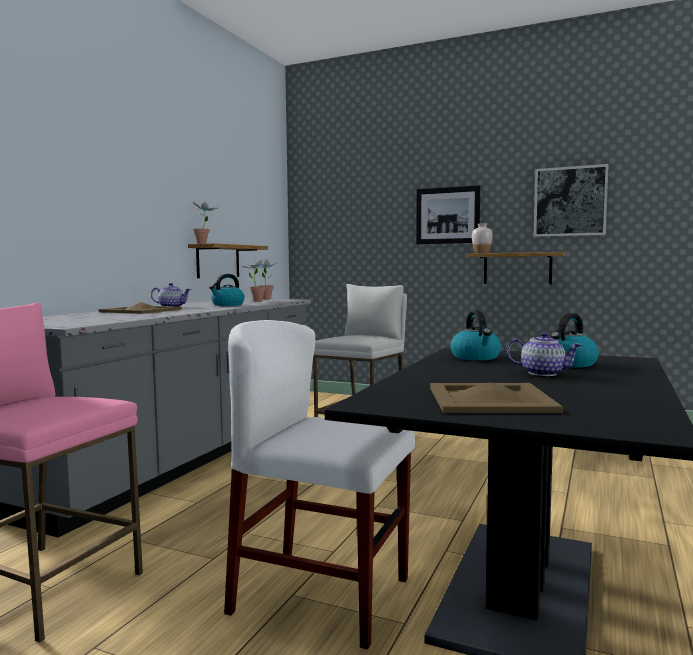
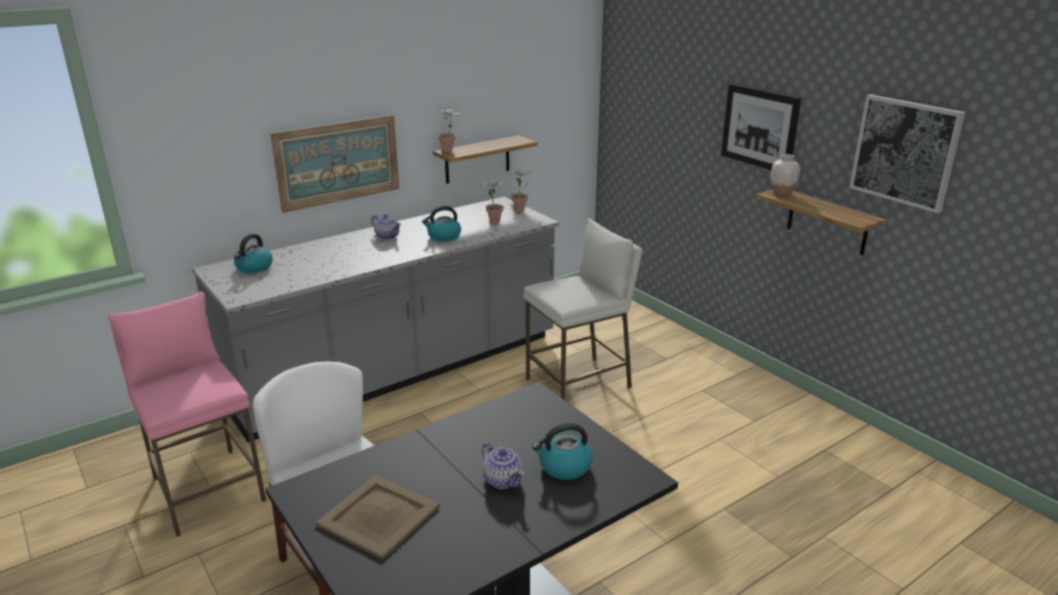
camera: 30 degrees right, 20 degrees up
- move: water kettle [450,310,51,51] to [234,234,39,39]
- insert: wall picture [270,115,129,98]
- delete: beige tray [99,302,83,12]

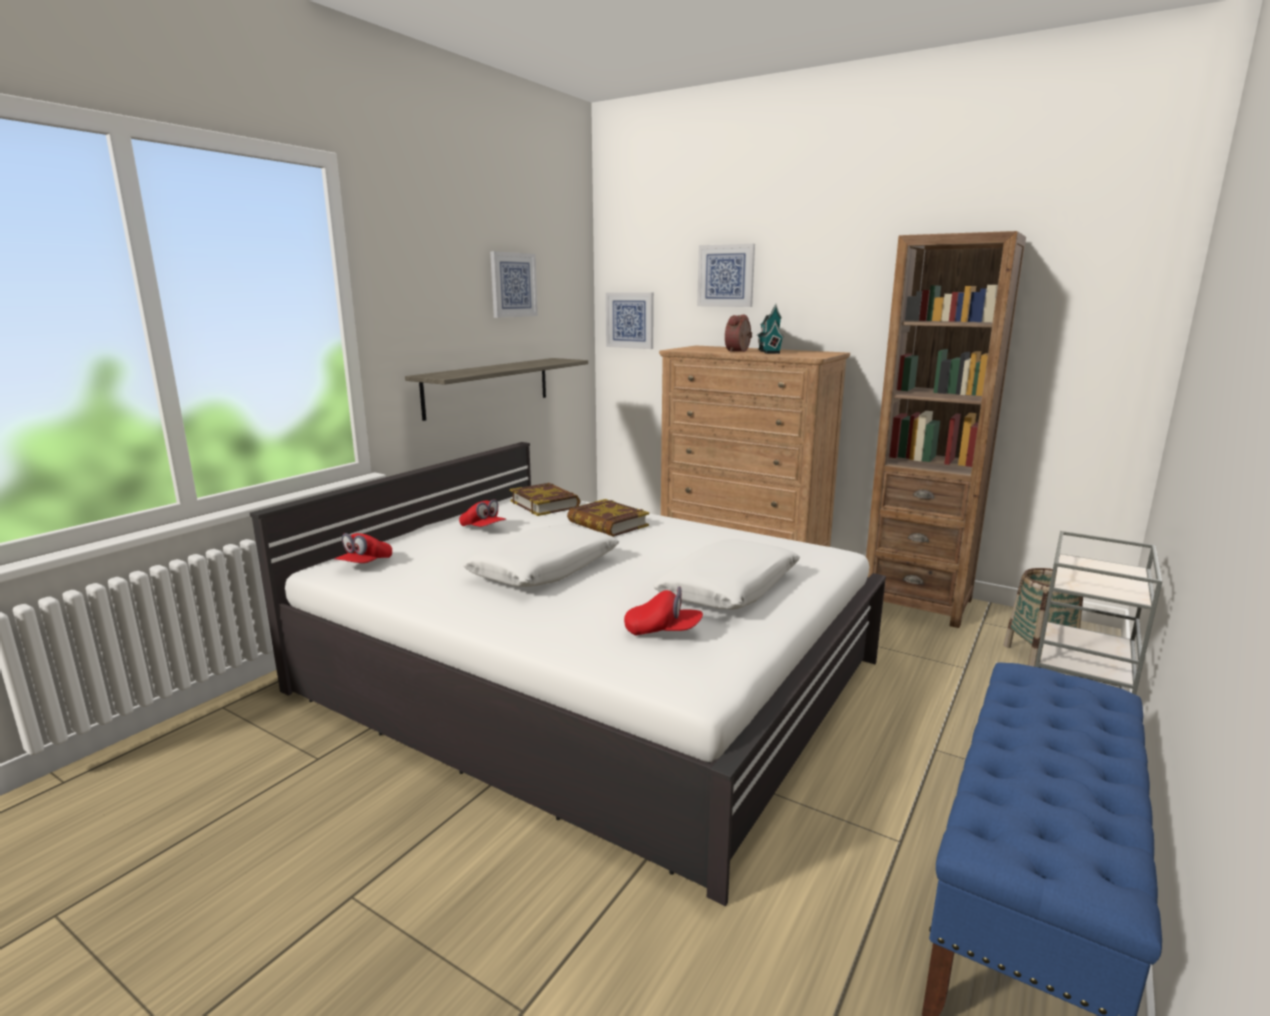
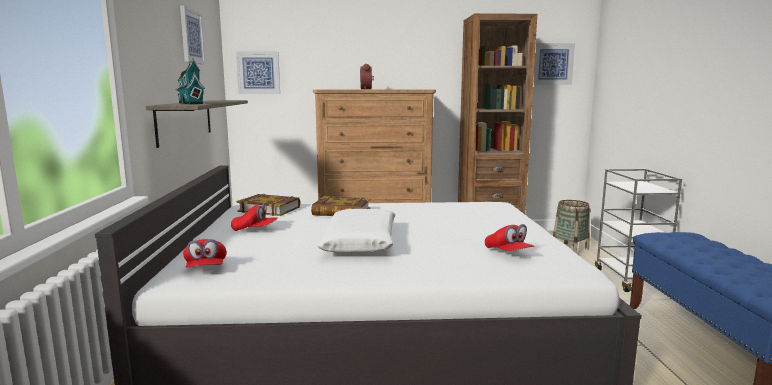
camera: 35 degrees left, 5 degrees down
- move: model house [757,304,27,50] to [175,57,30,47]
- rotate: reddish baseball cap [624,586,79,49] = [485,224,50,27] 90 degrees clockwise
- move: wall picture [697,244,58,63] to [533,43,42,42]
- delete: white throw pillow [653,539,147,70]

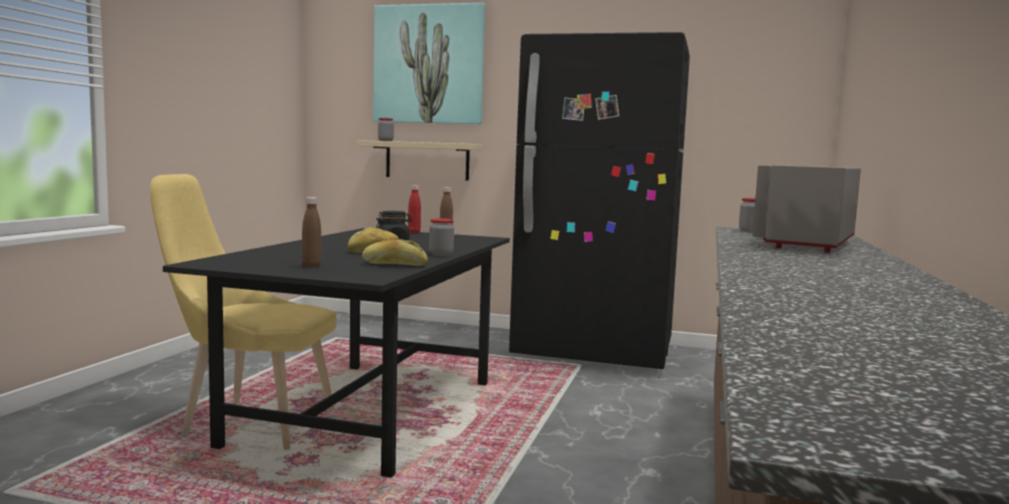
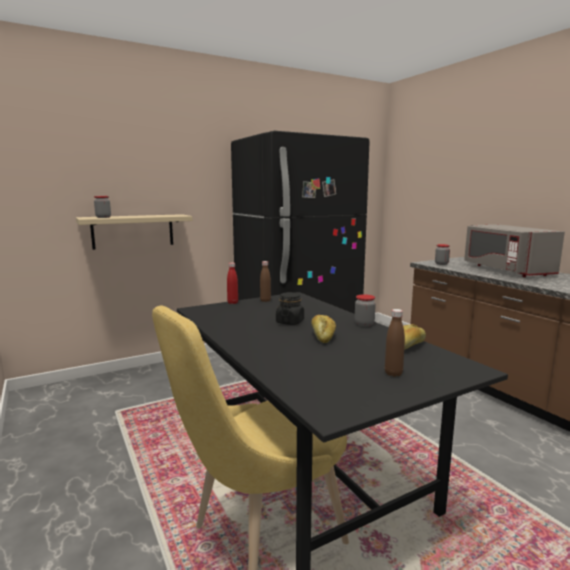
camera: 45 degrees left, 5 degrees up
- delete: wall picture [373,3,112,121]

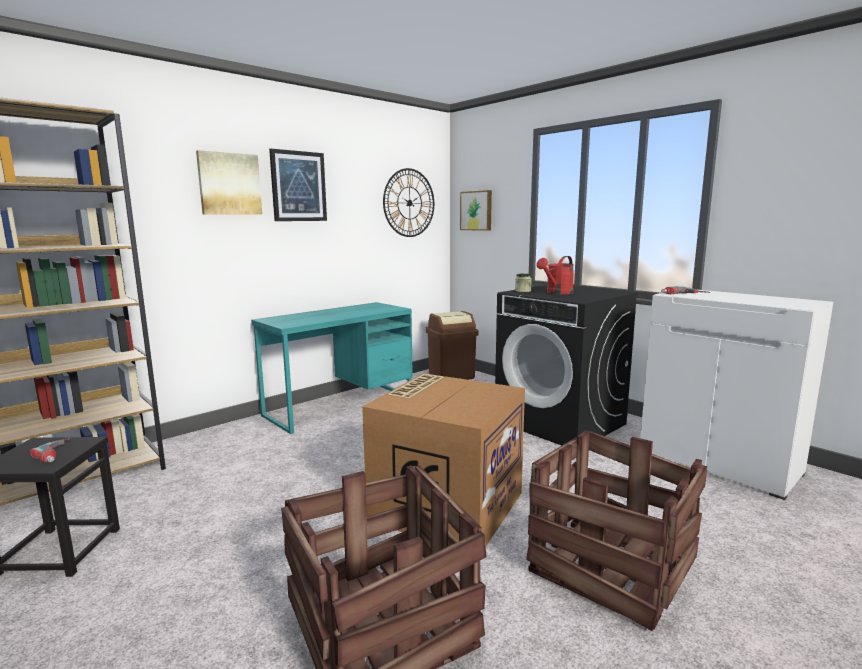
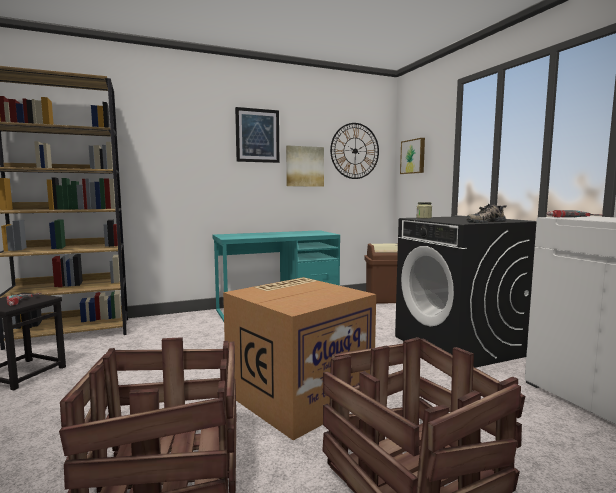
camera: 20 degrees right, 5 degrees down
- move: wall picture [196,150,66,65] to [286,145,38,42]
- insert: low shoe [466,204,41,19]
- delete: reddish sprinkling can [536,256,38,38]

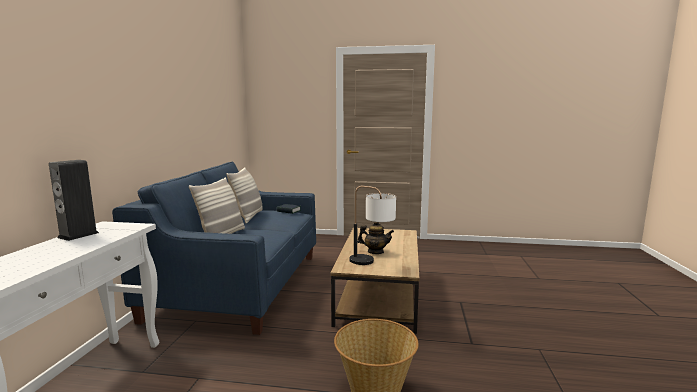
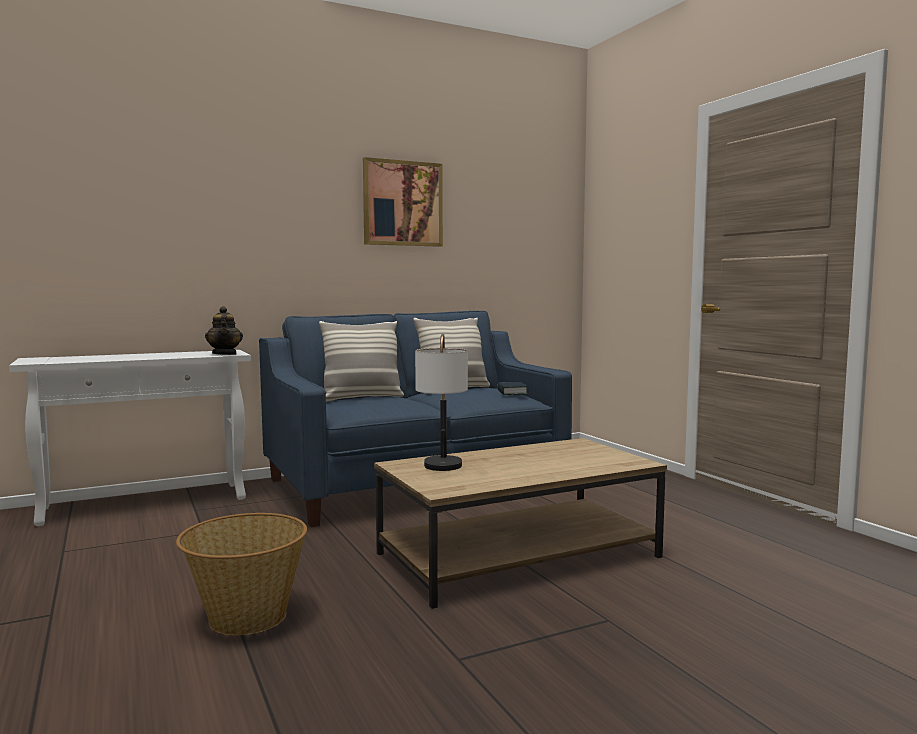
camera: 55 degrees right, 5 degrees down
- move: pot for tea [358,222,36,32] to [205,306,38,49]
- insert: wall picture [363,157,80,90]
- delete: loudspeaker [49,160,50,81]

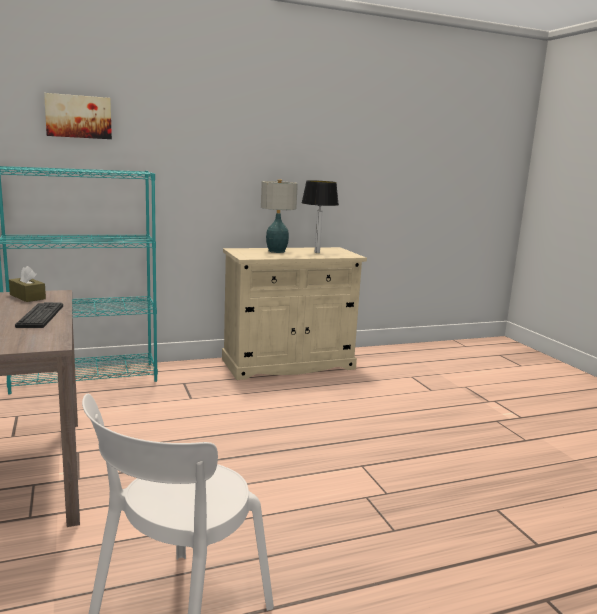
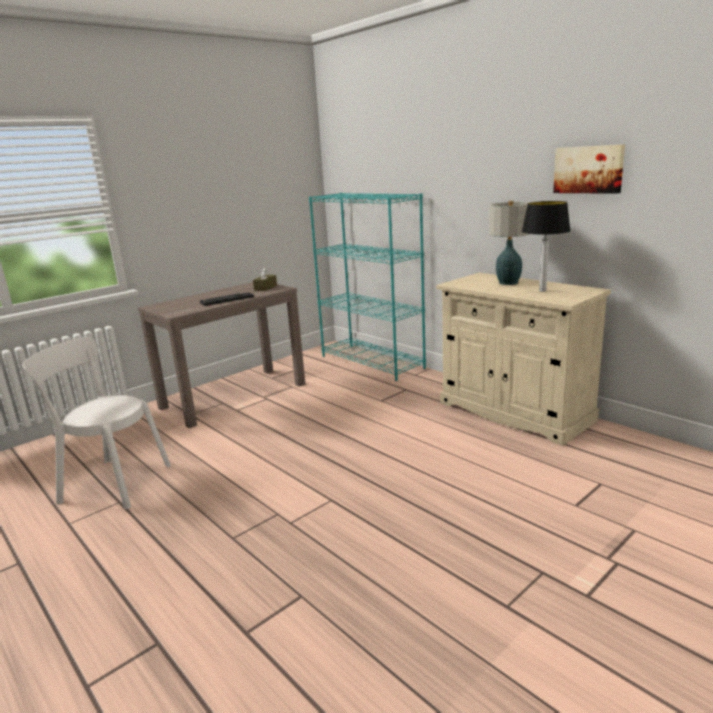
camera: 70 degrees right, 5 degrees up
- move: wall picture [44,93,68,46] to [553,144,72,50]

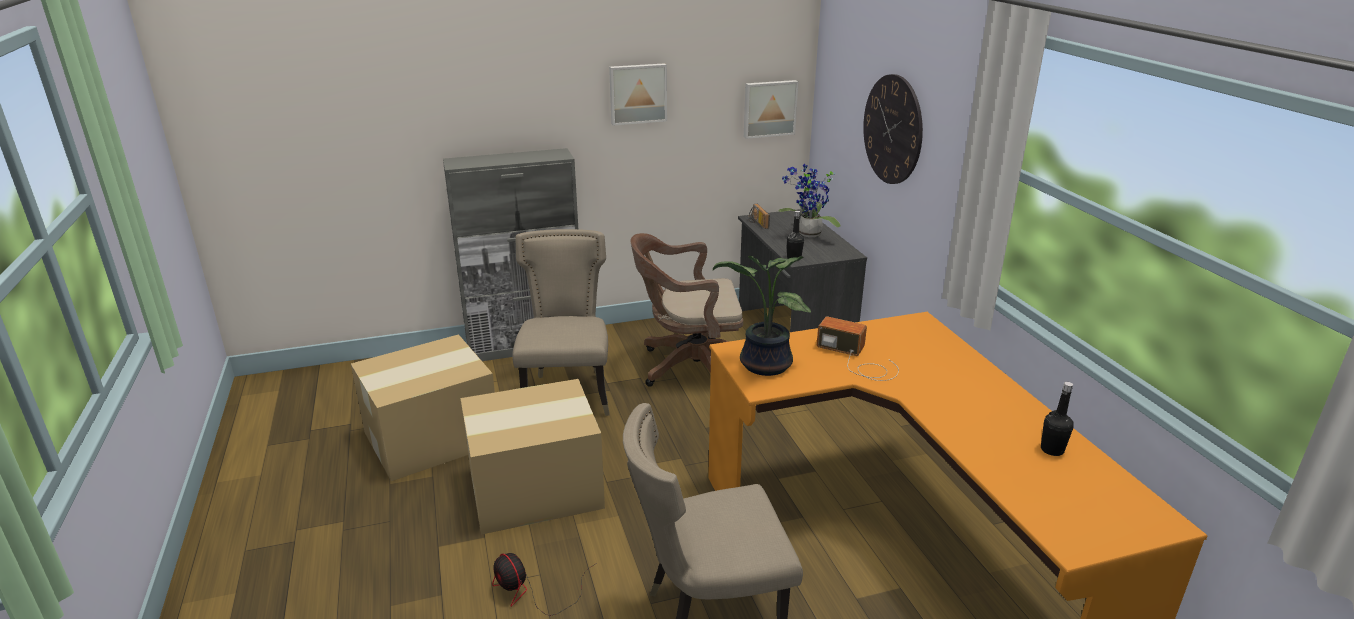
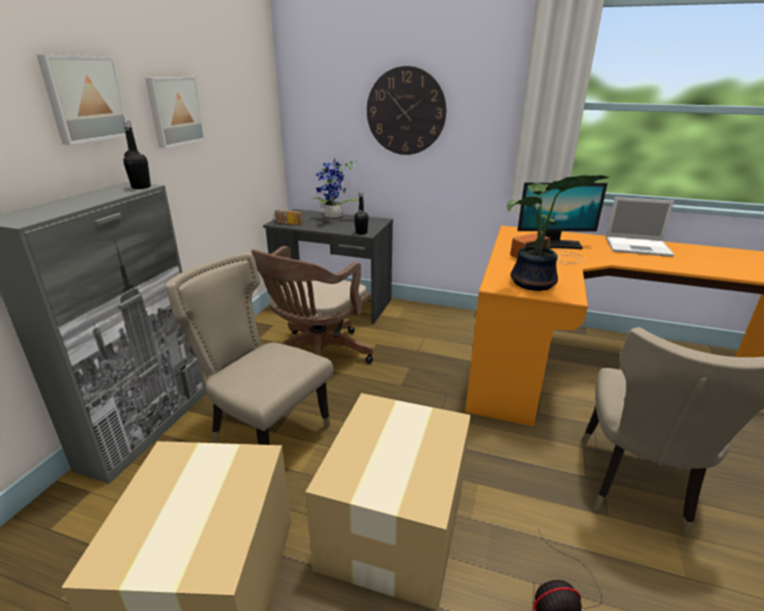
camera: 55 degrees left, 0 degrees up
- move: wall picture [744,80,55,59] to [37,55,91,90]
- move: blackish bottle [1041,382,33,74] to [123,121,28,68]
- insert: monitor [517,183,91,67]
- insert: laptop [606,197,68,60]

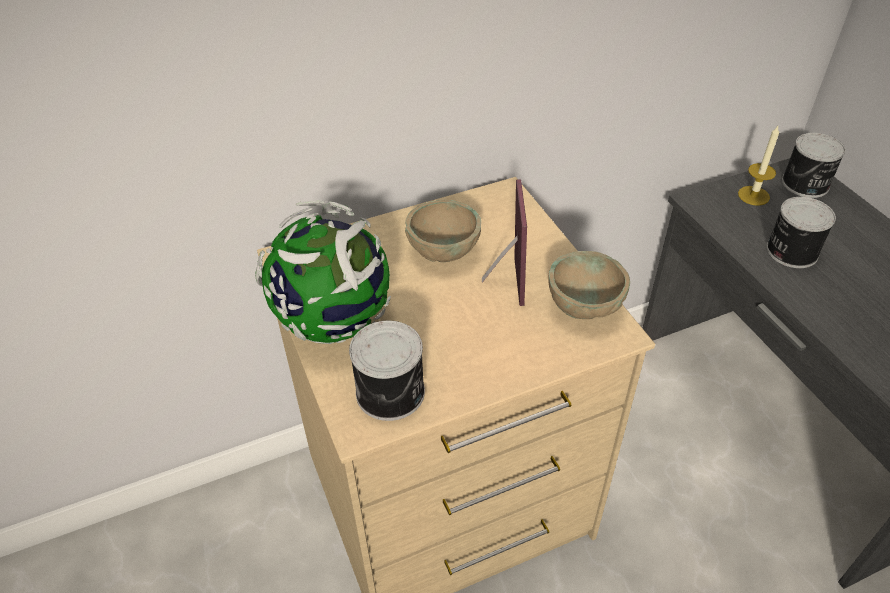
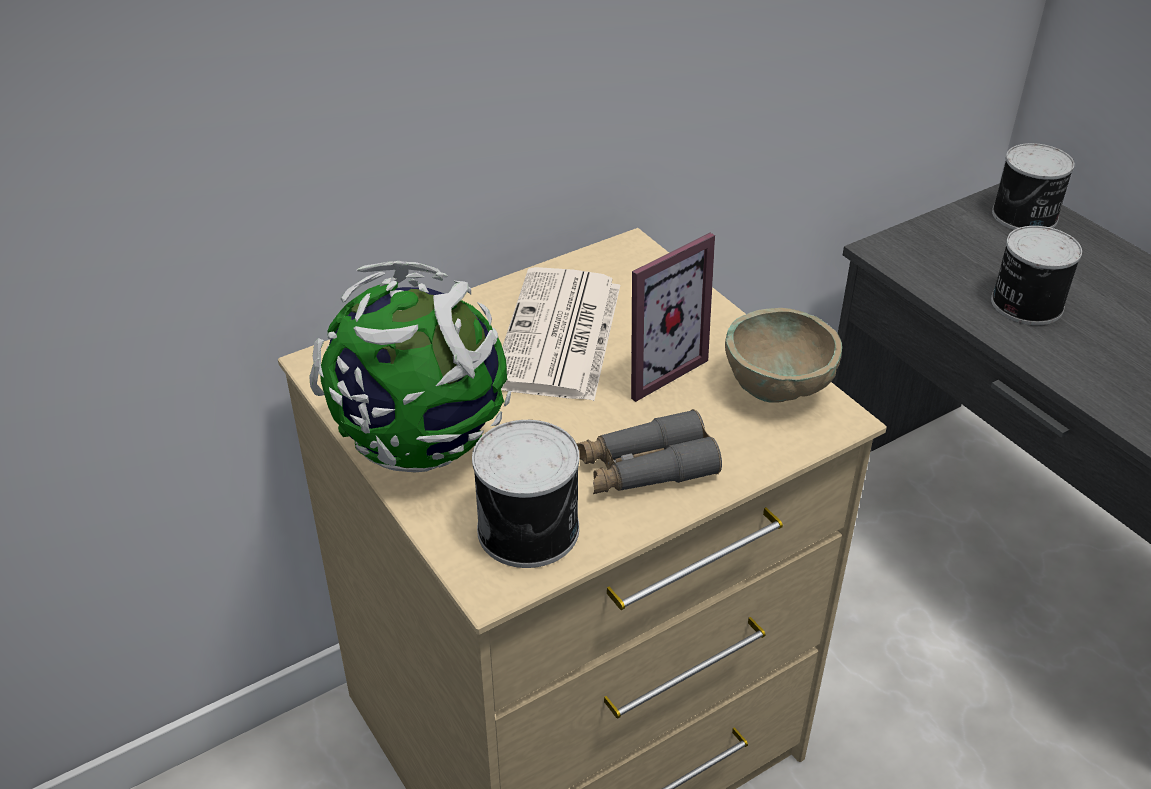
camera: 10 degrees left, 5 degrees down
- replace: beige bowl [405,200,76,62] to daily paper [501,267,119,134]
- insert: gray binoculars [576,409,146,85]
- rotate: photo frame [482,179,45,127] = [631,233,84,169] 60 degrees clockwise
- delete: wax candle [738,126,41,80]

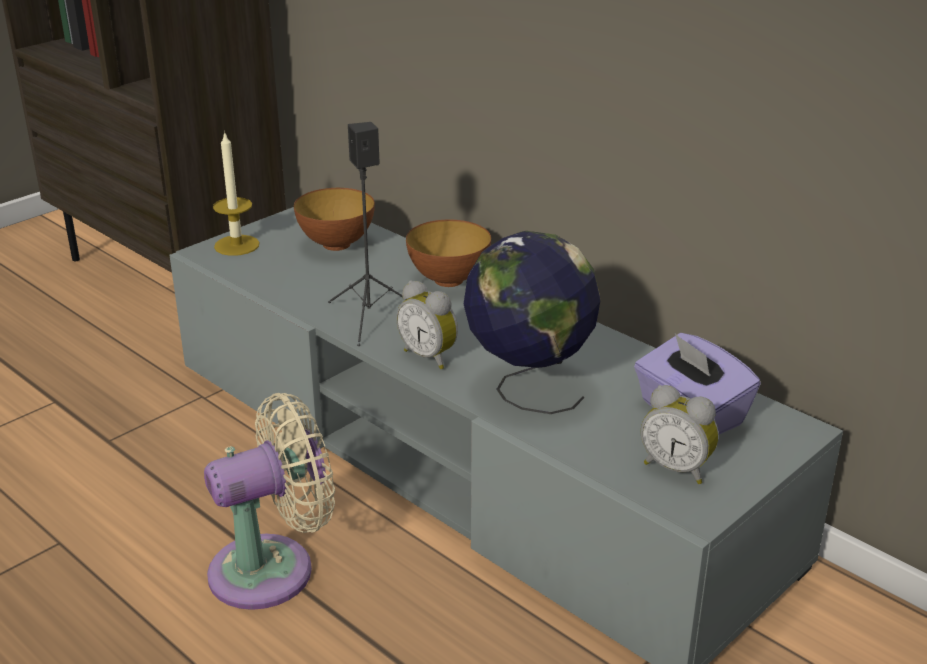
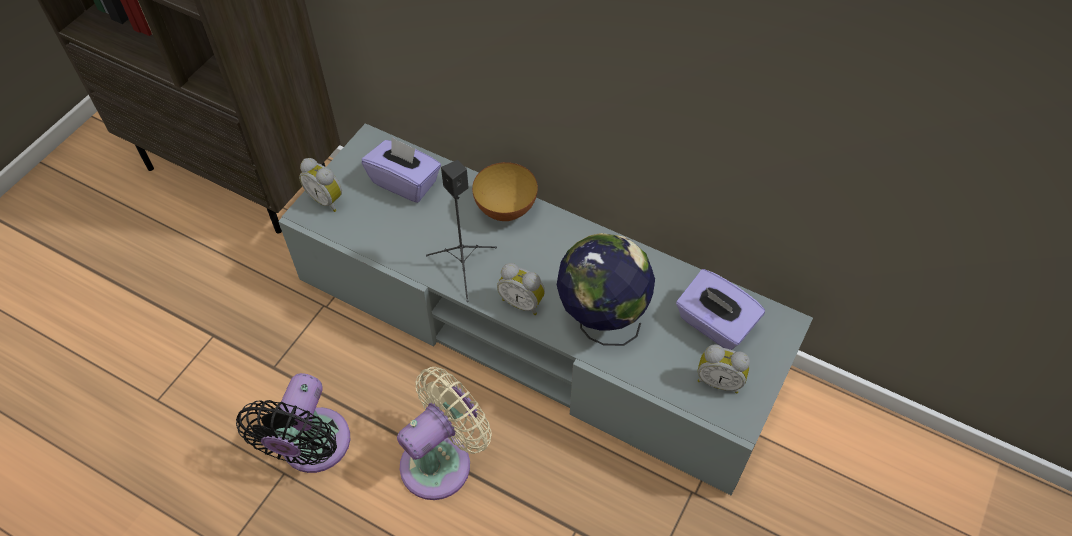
camera: 15 degrees left, 25 degrees up
- insert: blackish cooling fan [236,373,114,100]
- replace: wax candle [213,131,46,125] to table clock [299,158,43,54]
- replace: bowl [294,188,81,63] to purple-coloured box of tissues [362,137,79,66]

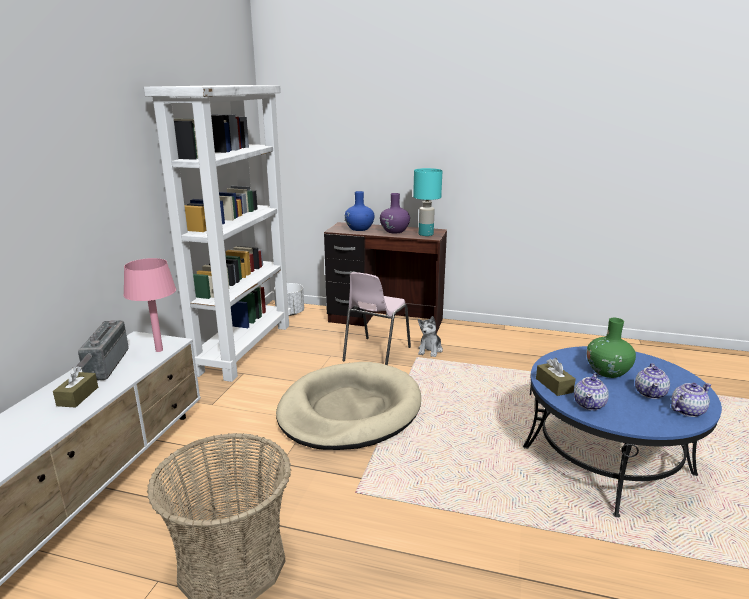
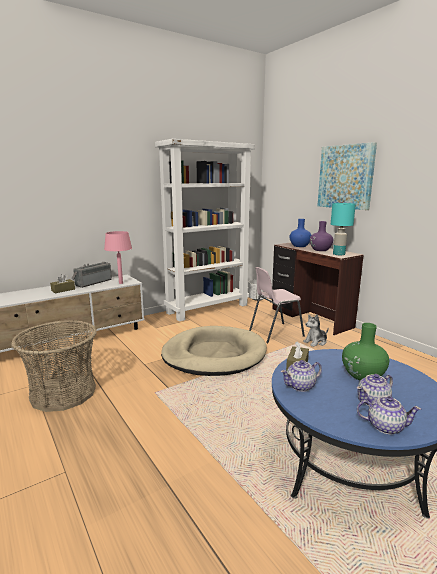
camera: 40 degrees right, 5 degrees down
- insert: wall picture [318,142,59,68]

